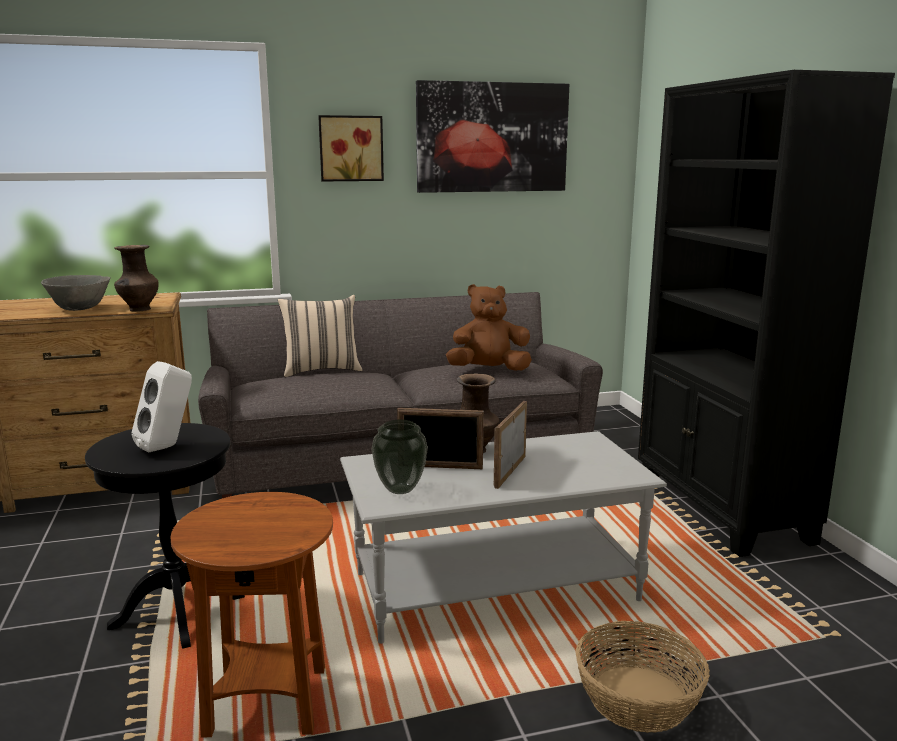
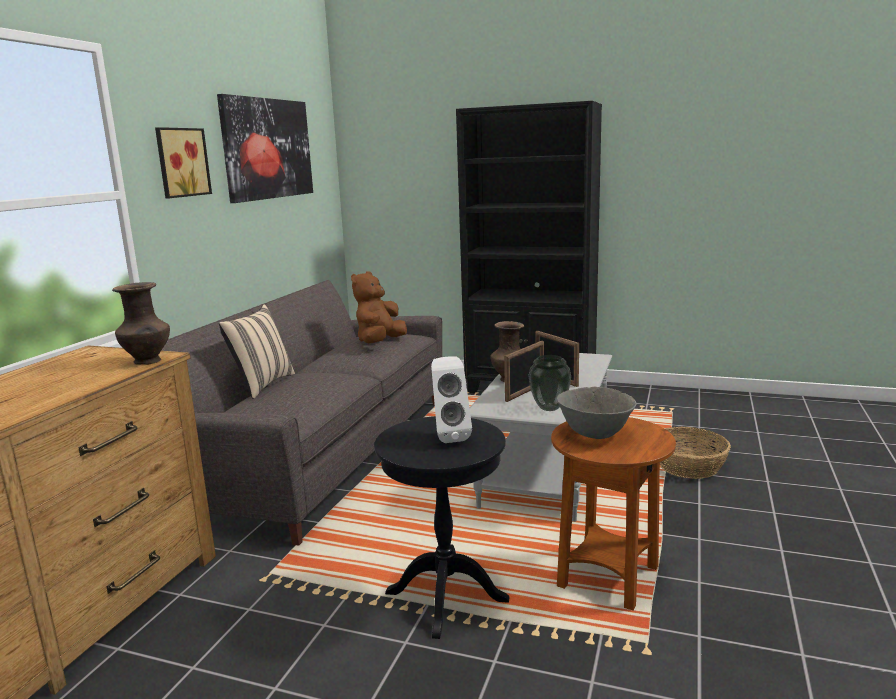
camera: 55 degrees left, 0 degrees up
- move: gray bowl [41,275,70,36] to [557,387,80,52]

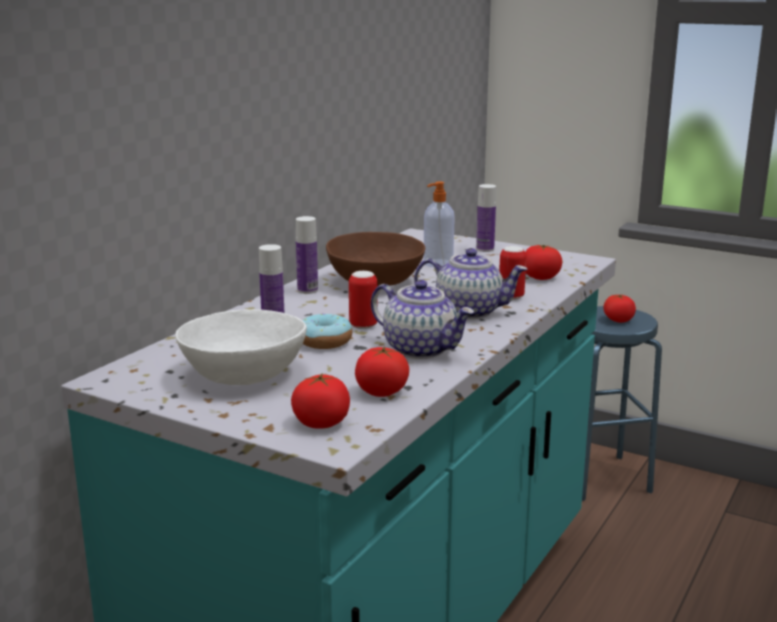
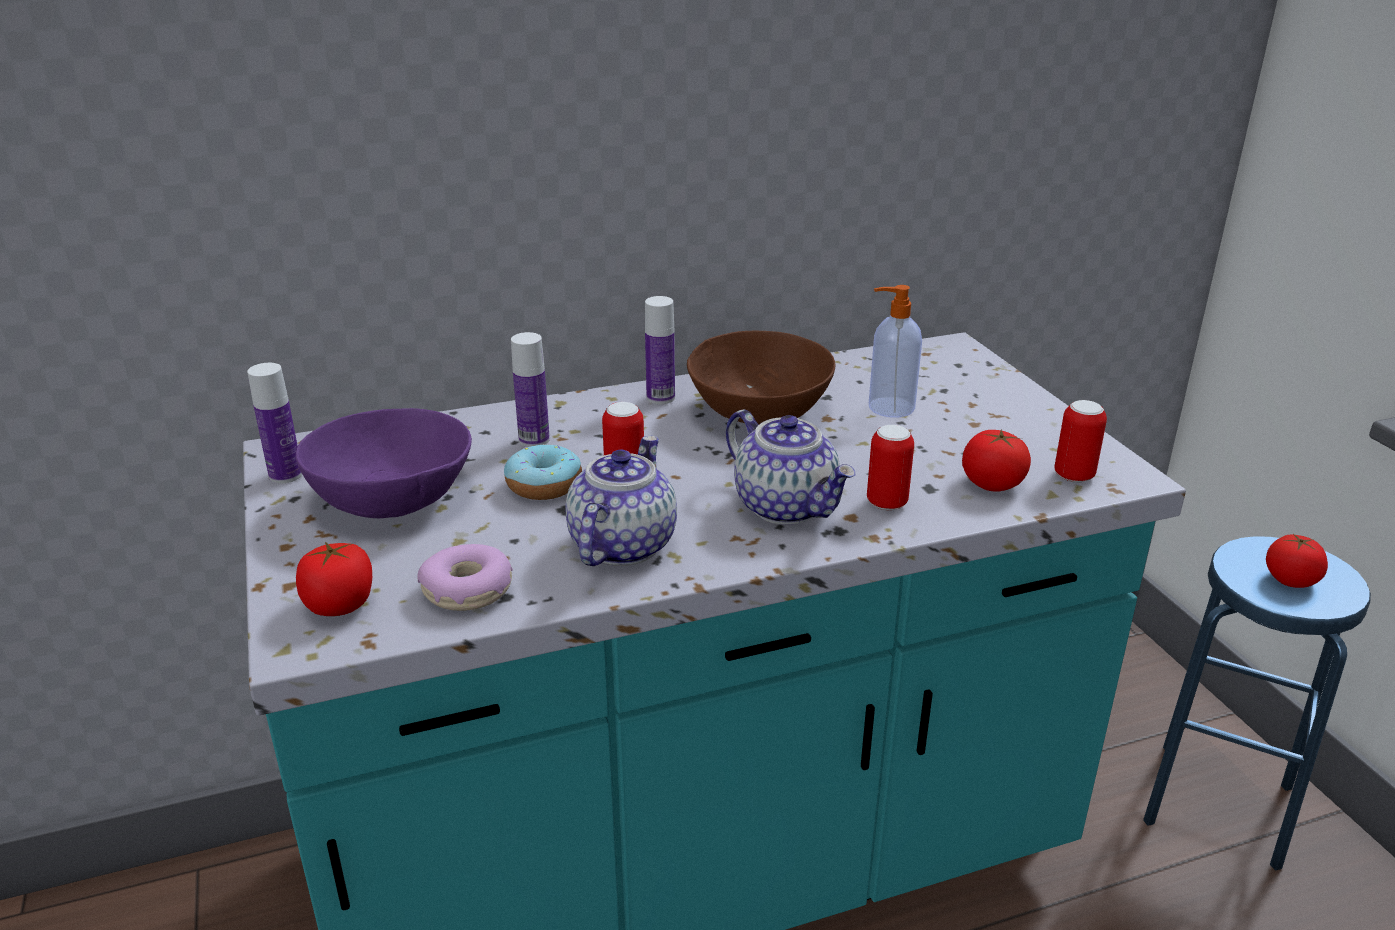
camera: 40 degrees right, 10 degrees up
- move: bottle [476,184,20,68] to [247,363,55,120]
- recolor: white bowl [175,309,132,76] to purple-coloured bowl [296,408,176,110]
- replace: whole tomato [355,346,54,51] to donut [417,544,96,67]
- rotate: pot for tea [371,280,103,79] = [565,436,112,130] 150 degrees counterclockwise
- insert: can [1054,400,53,83]

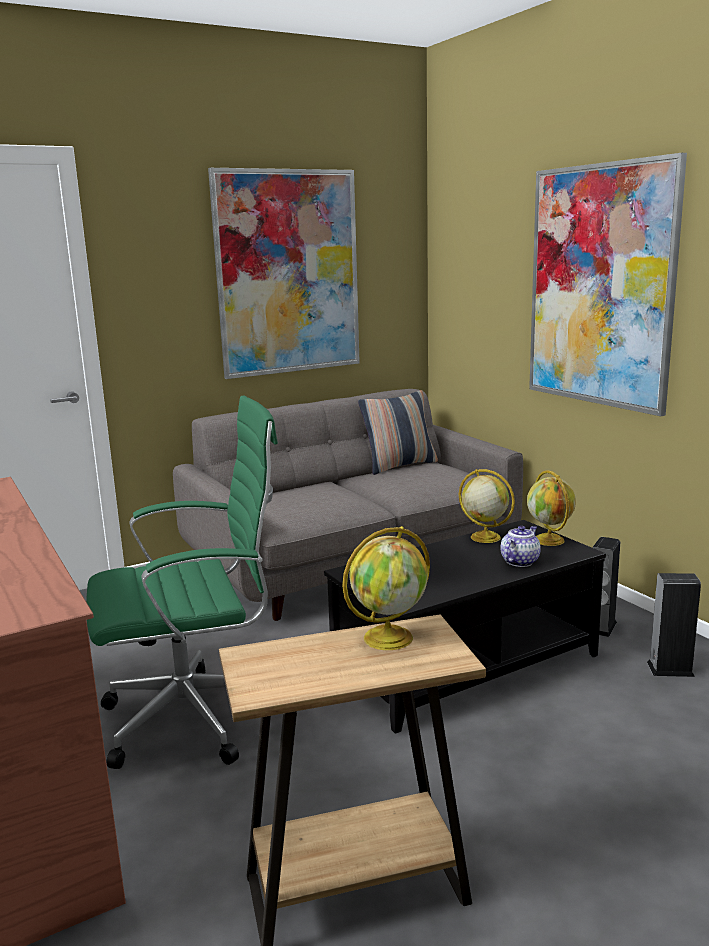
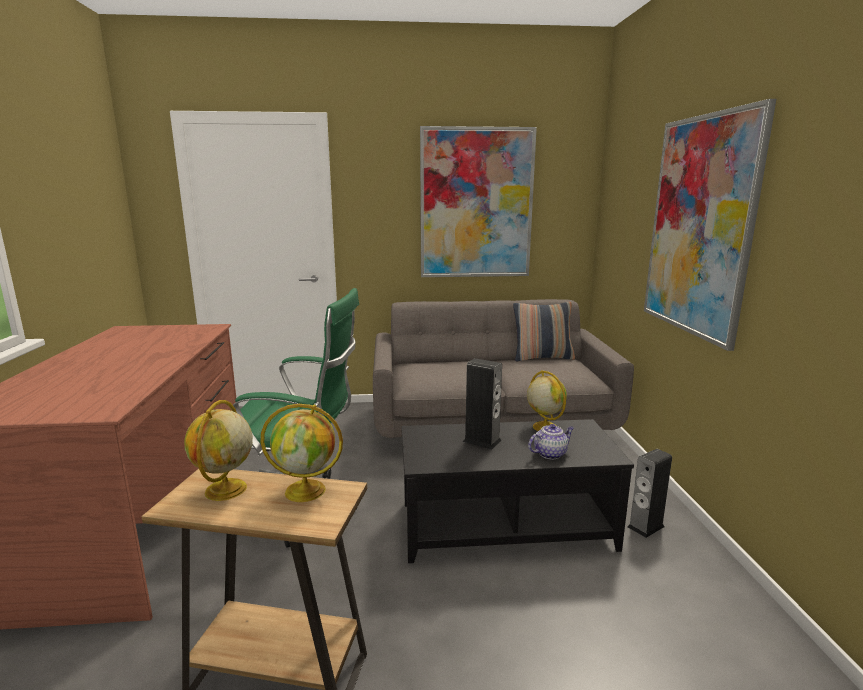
camera: 25 degrees right, 0 degrees up
- move: globe [527,470,49,76] to [184,400,69,101]
- move: loudspeaker [647,573,54,104] to [463,358,39,92]

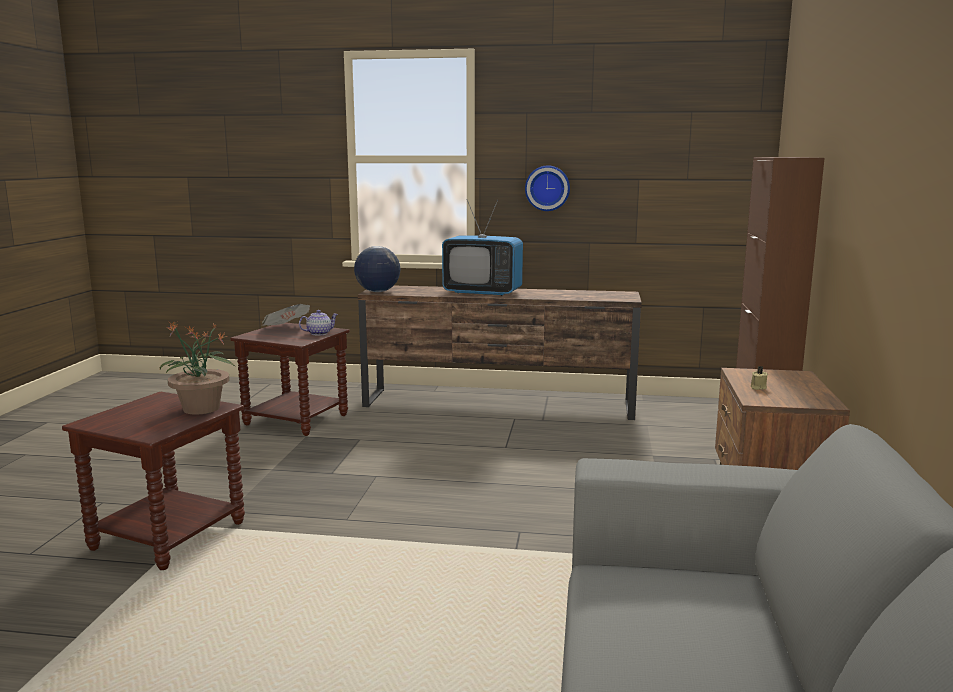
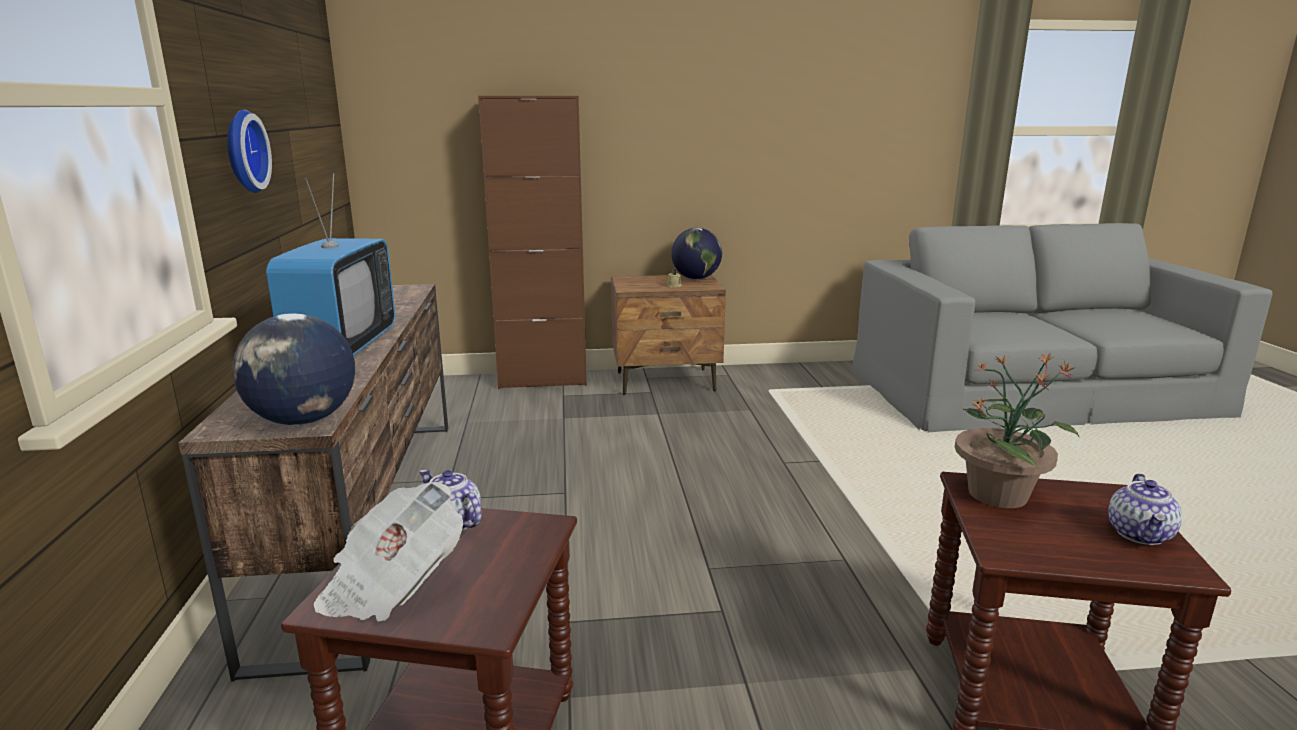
camera: 105 degrees left, 5 degrees up
- insert: globe [671,228,51,51]
- insert: pot for tea [1108,473,74,72]

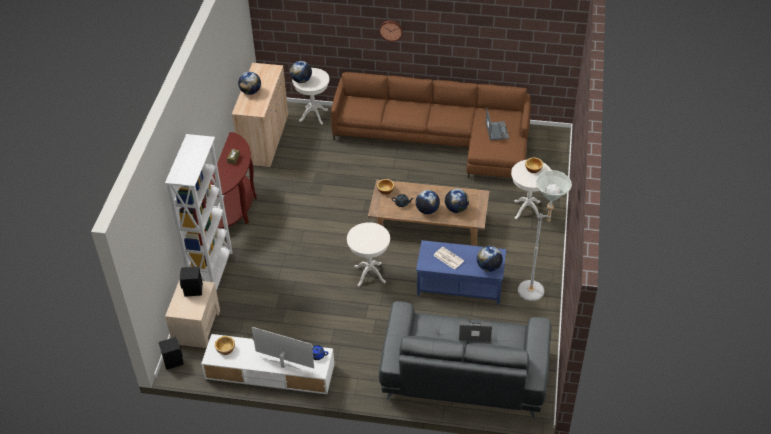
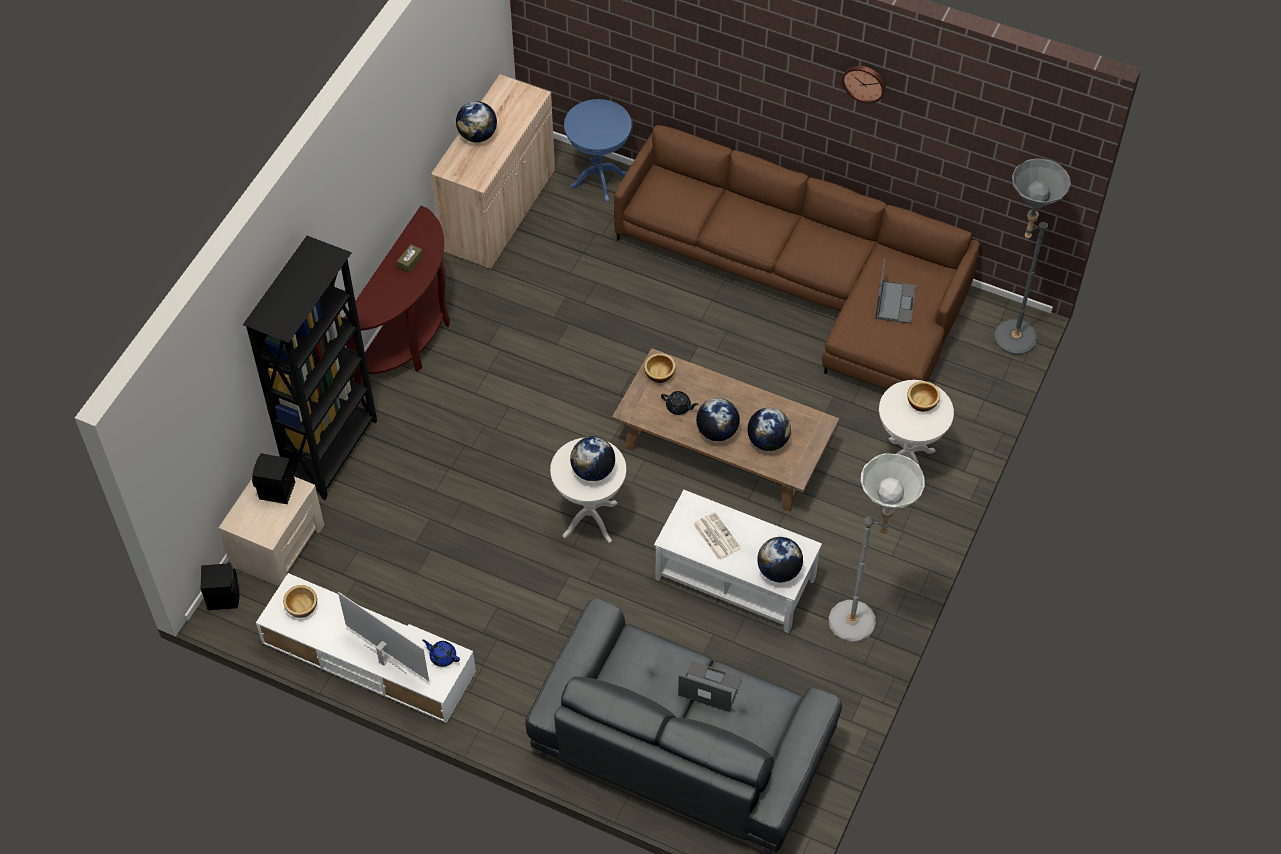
camera: 15 degrees right, 10 degrees up
- recolor: white bookshelf [165,134,68,157] to blackish bookshelf [243,236,134,264]
- recolor: white end table [292,68,37,57] to blue end table [564,99,68,104]
- move: globe [290,61,22,22] to [570,436,45,45]
- recolor: blue low table [416,240,90,65] to white low table [654,490,168,143]
- move: wall clock [379,21,24,21] to [842,65,44,38]
- insert: gray standing lamp [994,158,77,197]

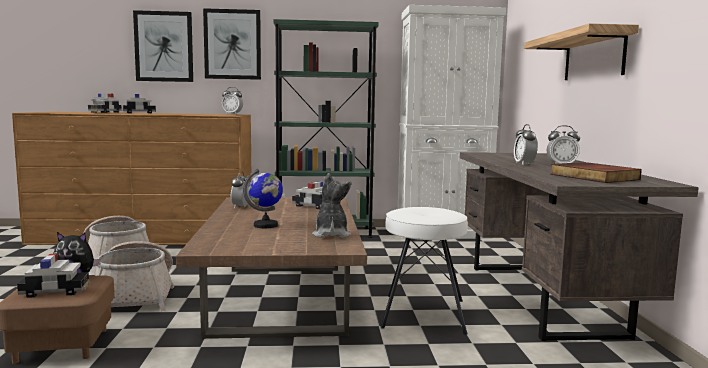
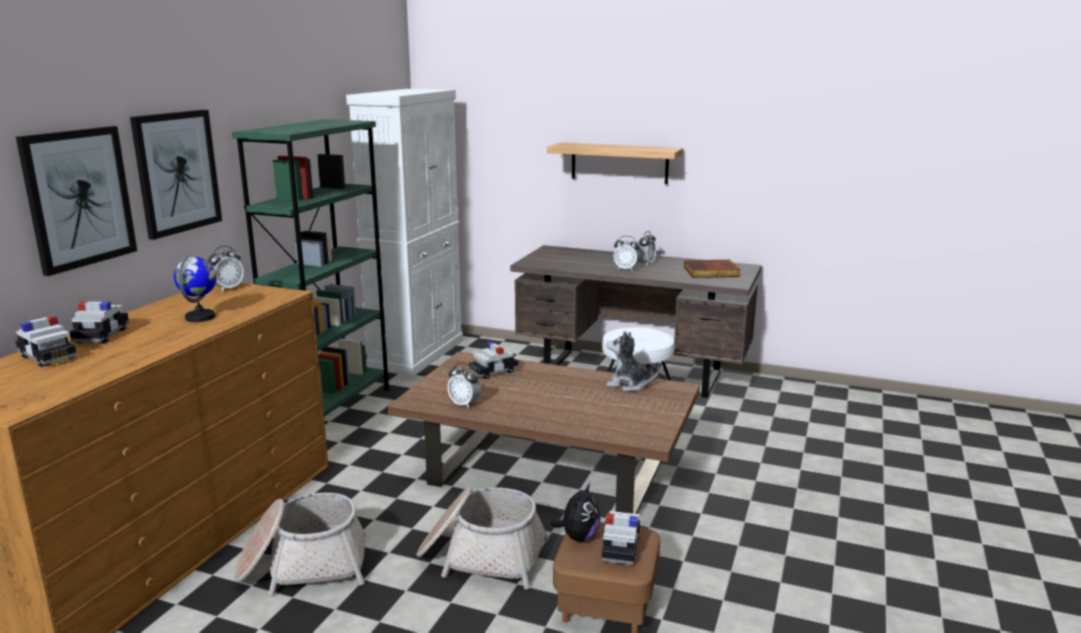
camera: 65 degrees left, 10 degrees up
- move: globe [243,169,40,59] to [174,255,43,67]

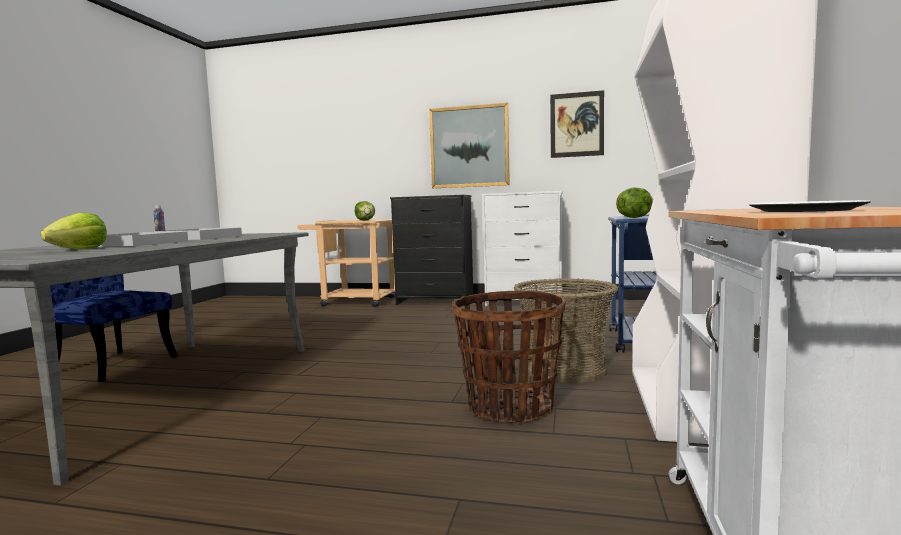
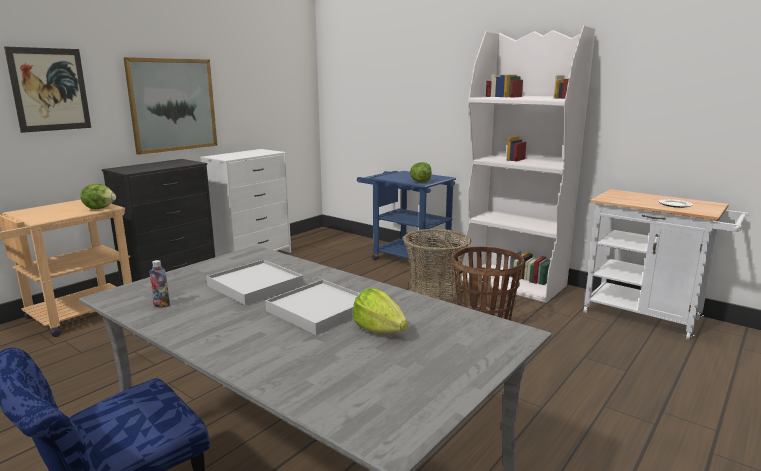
camera: 65 degrees left, 10 degrees up
- move: wall picture [550,90,54,68] to [4,46,87,87]

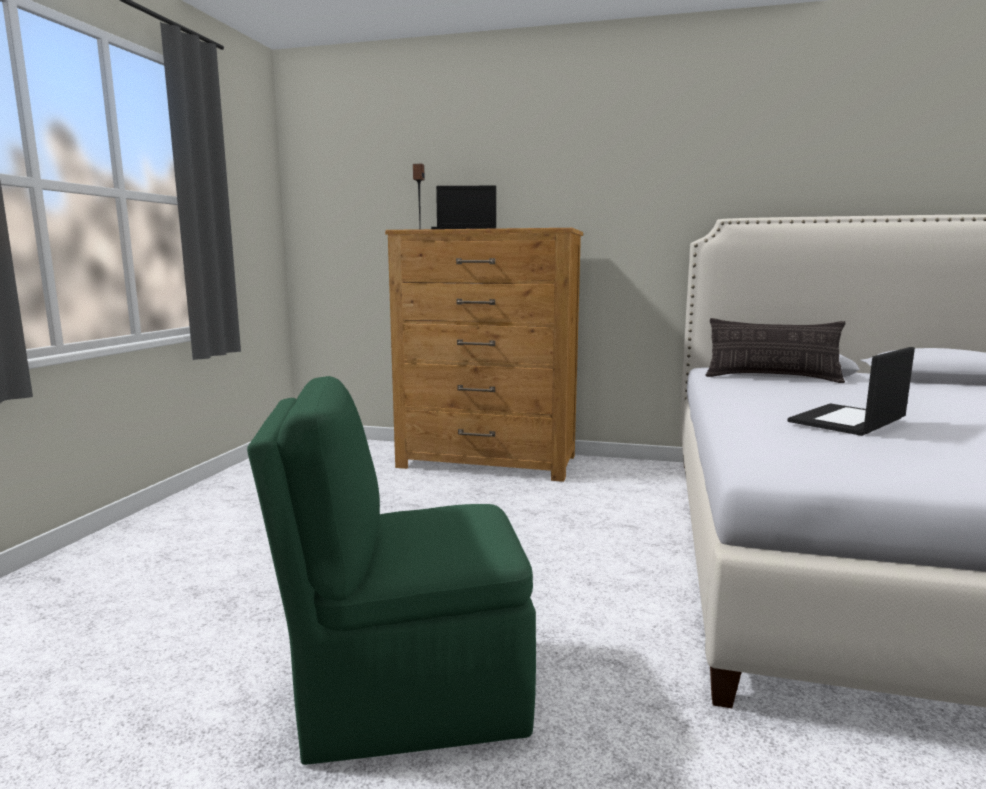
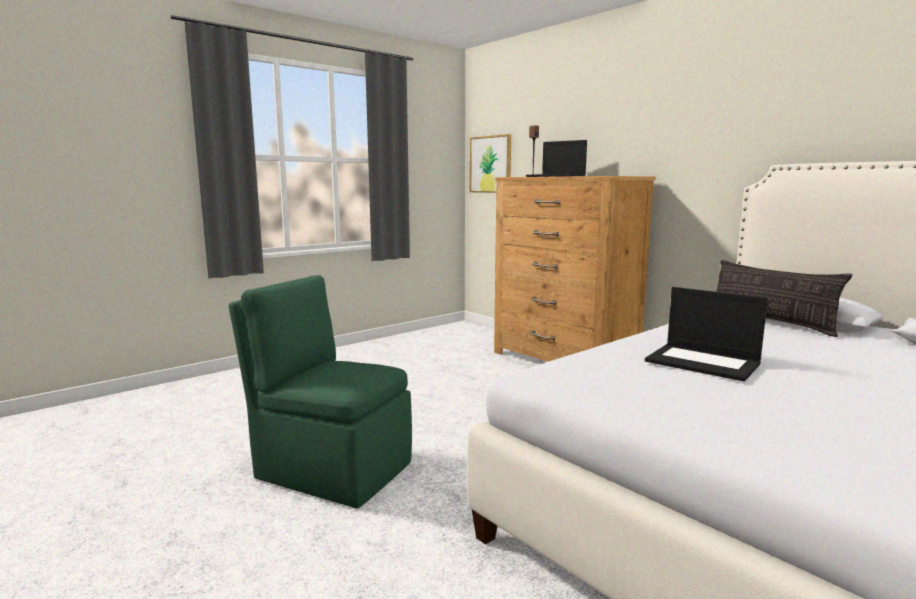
camera: 35 degrees right, 0 degrees up
- insert: wall picture [470,134,41,59]
- rotate: laptop [787,347,128,89] = [645,287,123,95] 135 degrees counterclockwise

